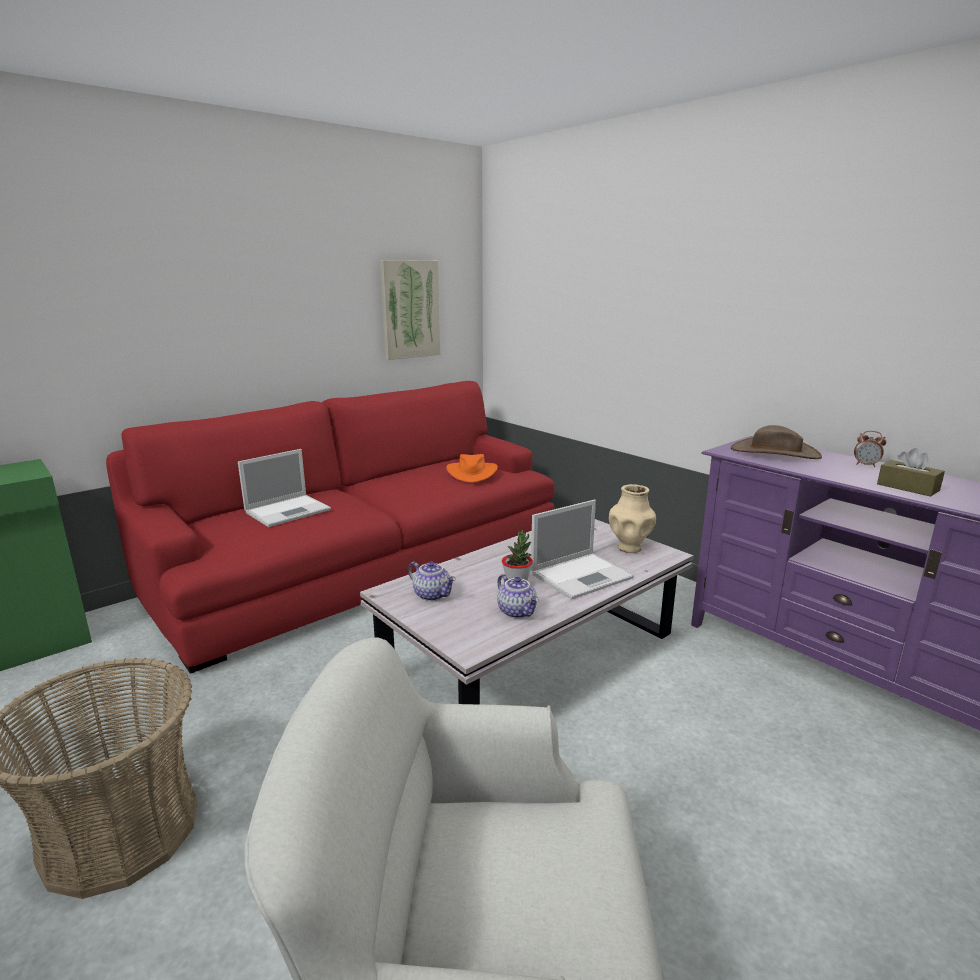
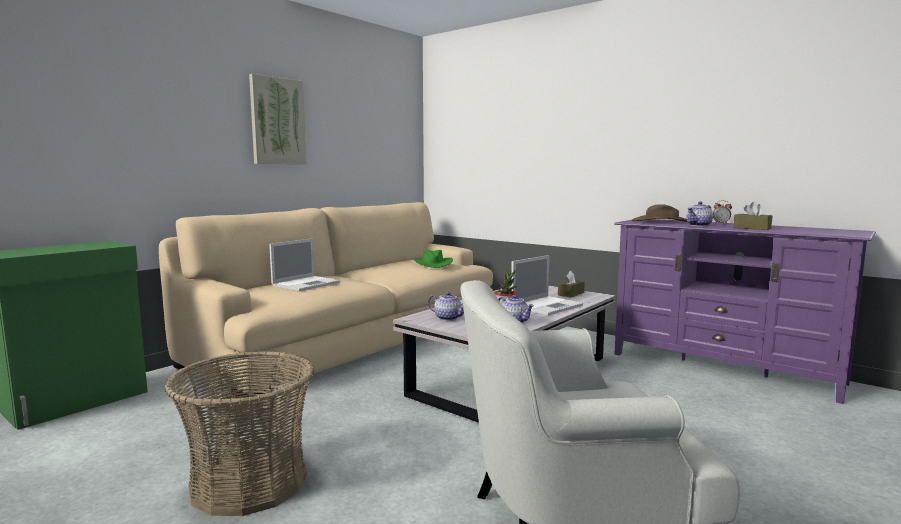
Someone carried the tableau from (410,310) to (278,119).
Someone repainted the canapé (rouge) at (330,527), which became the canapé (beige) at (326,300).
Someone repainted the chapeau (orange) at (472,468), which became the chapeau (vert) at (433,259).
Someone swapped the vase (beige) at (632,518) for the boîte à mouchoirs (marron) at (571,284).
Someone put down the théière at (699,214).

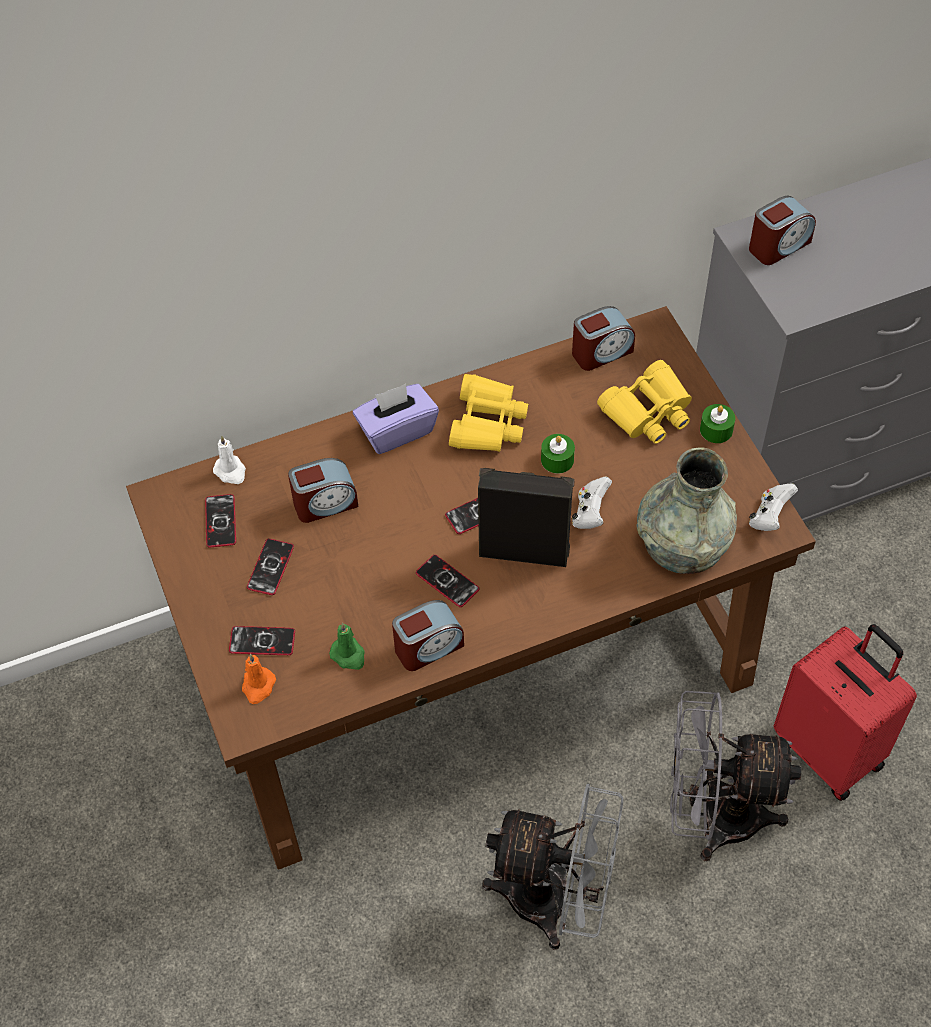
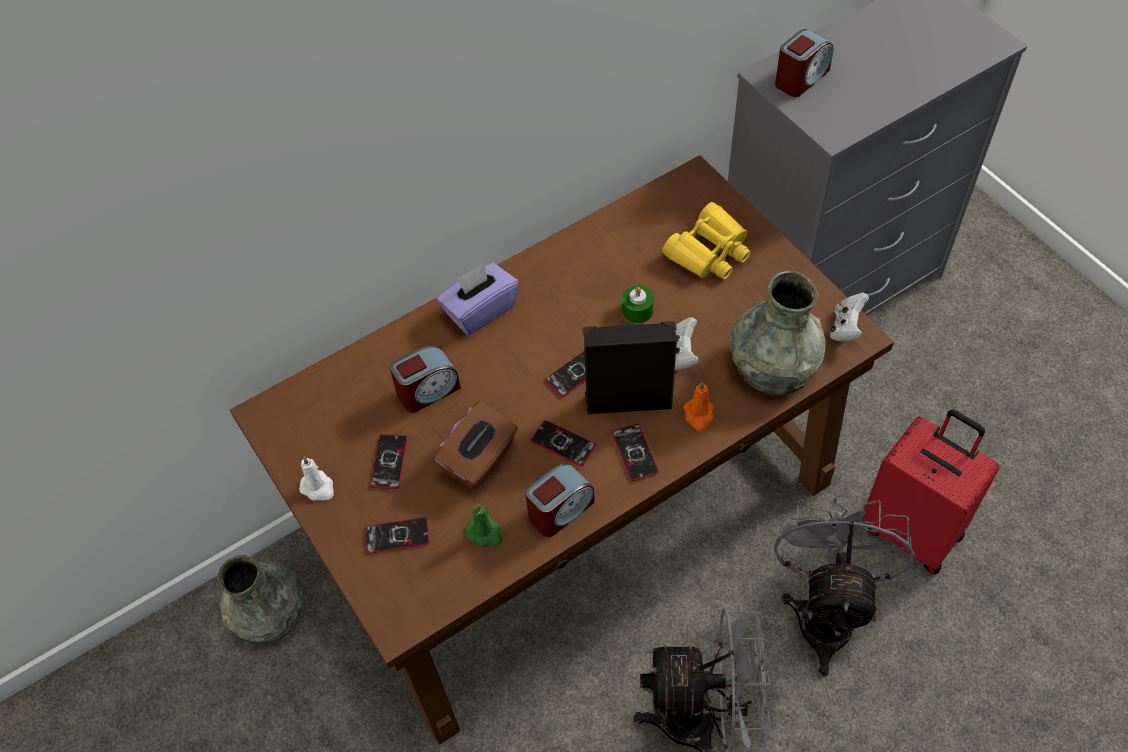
Someone took away the réveil at (603,338).
Someone took away the jumelles (jaune) at (488,413).
Someone took away the bougie (vert) at (717,423).
Someone carried the bougie (blanc) from (229,460) to (316,479).
Someone carried the téléphone from (220,521) to (635,452).
Someone carried the bougie (orange) from (259,679) to (698,406).
Someone rotated the ventilateur (gris) at (735,776) by 105 degrees clockwise.
Someone put down the boîte à mouchoirs (marron) at (475,445).
Someone put down the vase (gris) at (259,599).

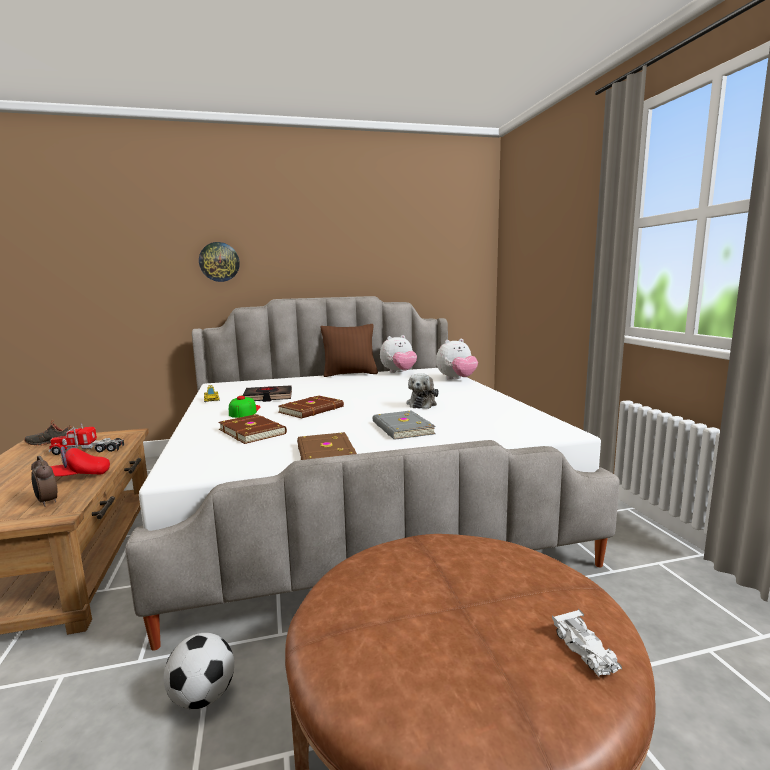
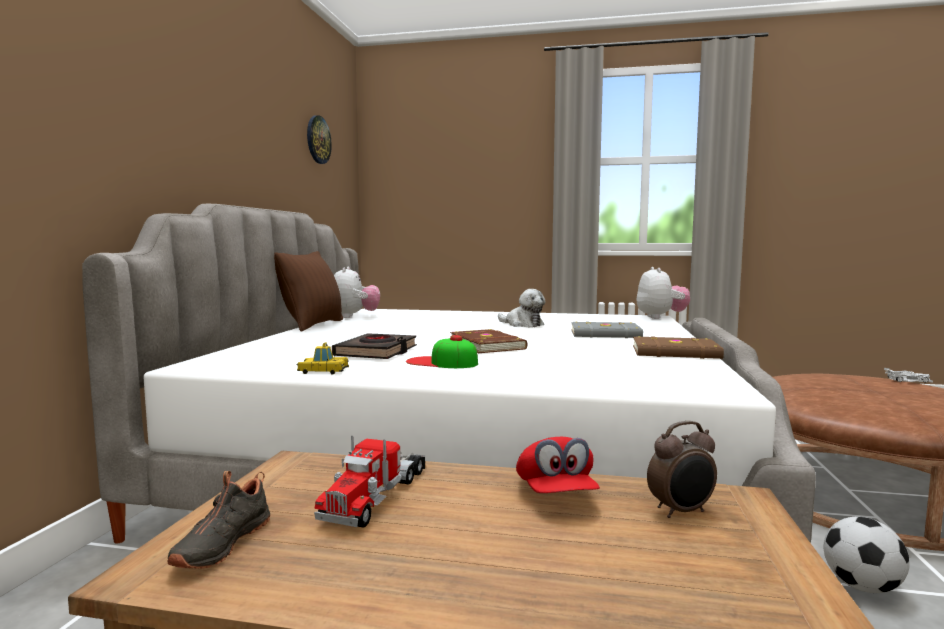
Someone carried the horloge murale from (219,262) to (319,139).
Someone carried the peluche from (457,359) to (663,293).
Someone took away the livre (marron) at (252,429).

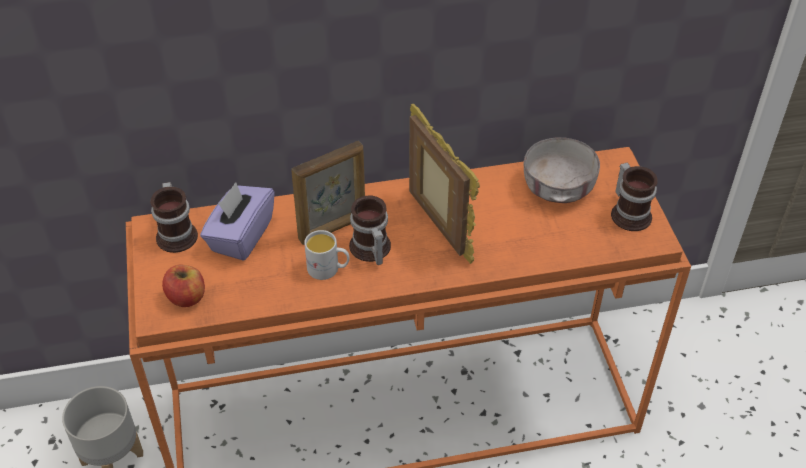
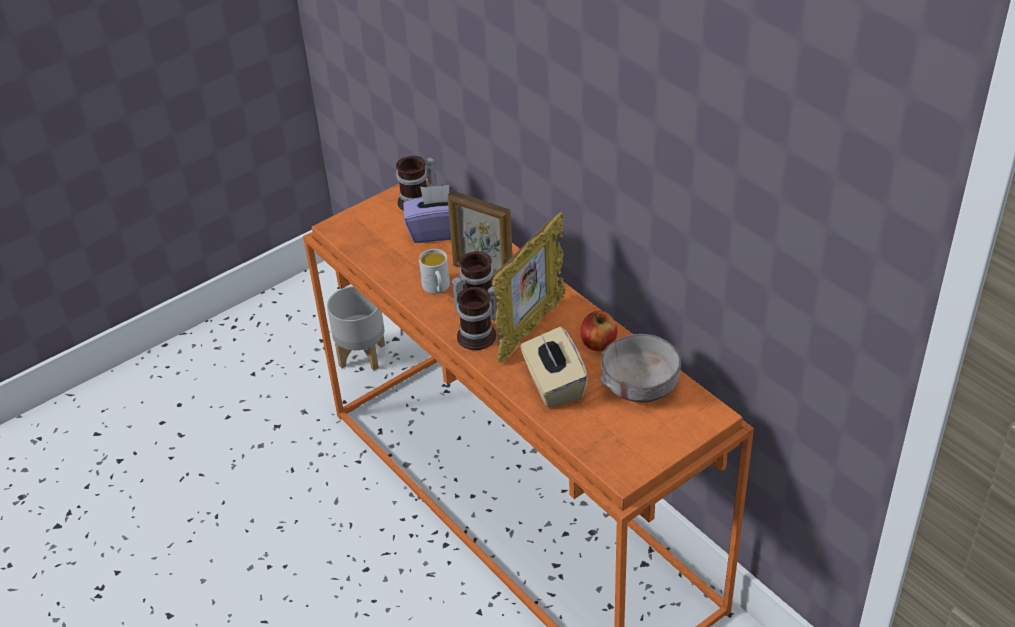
Someone carried the mug from (634,197) to (476,318).
Someone carried the pomme from (183,286) to (599,331).
Someone put down the boîte à mouchoirs (beige) at (554,367).

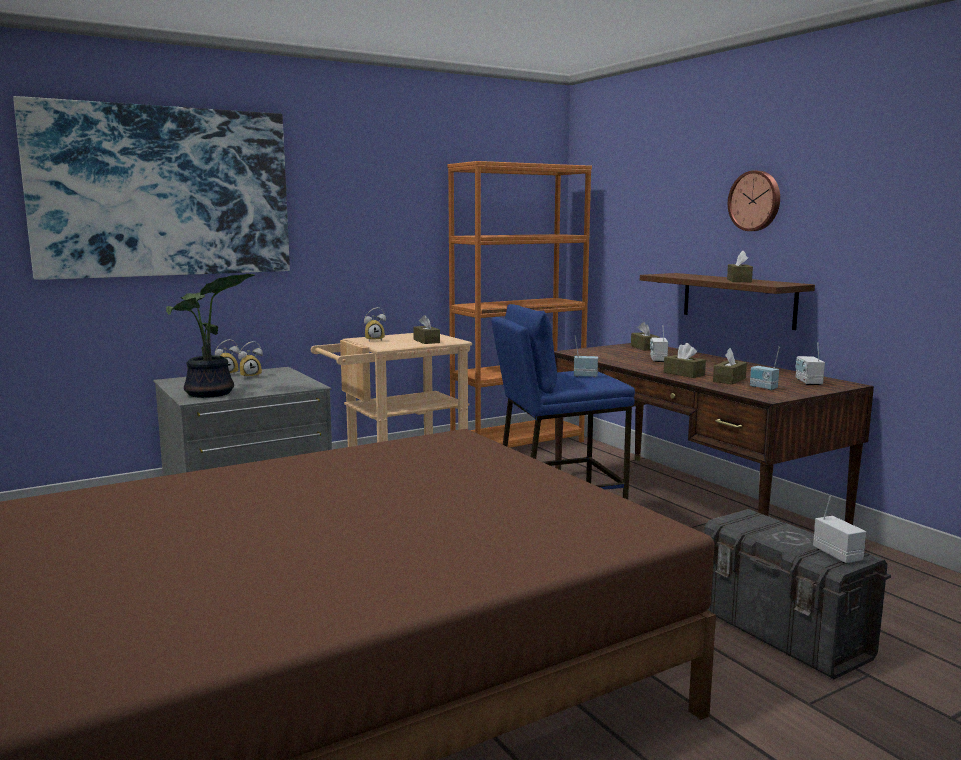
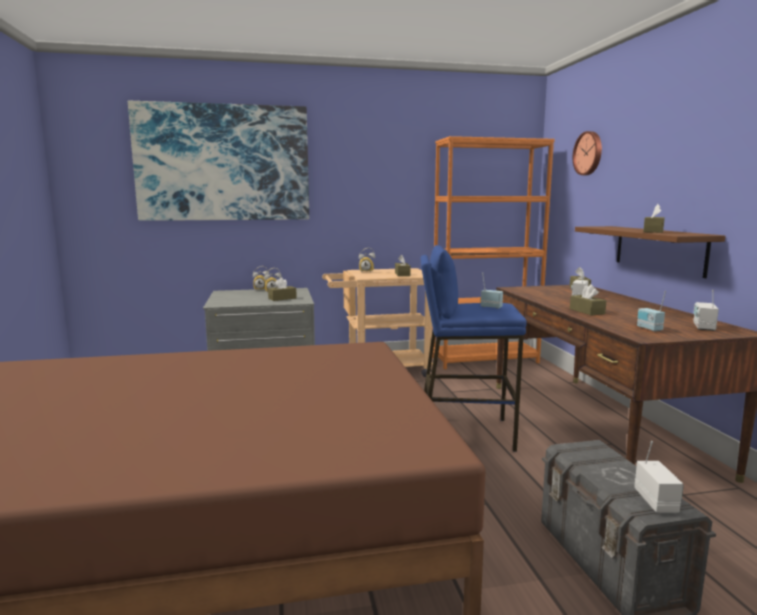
Someone carried the horloge murale from (754,201) to (587,153).
Someone took away the plante en pot at (210,336).
Someone carried the boîte à mouchoirs (marron) from (730,366) to (282,289).

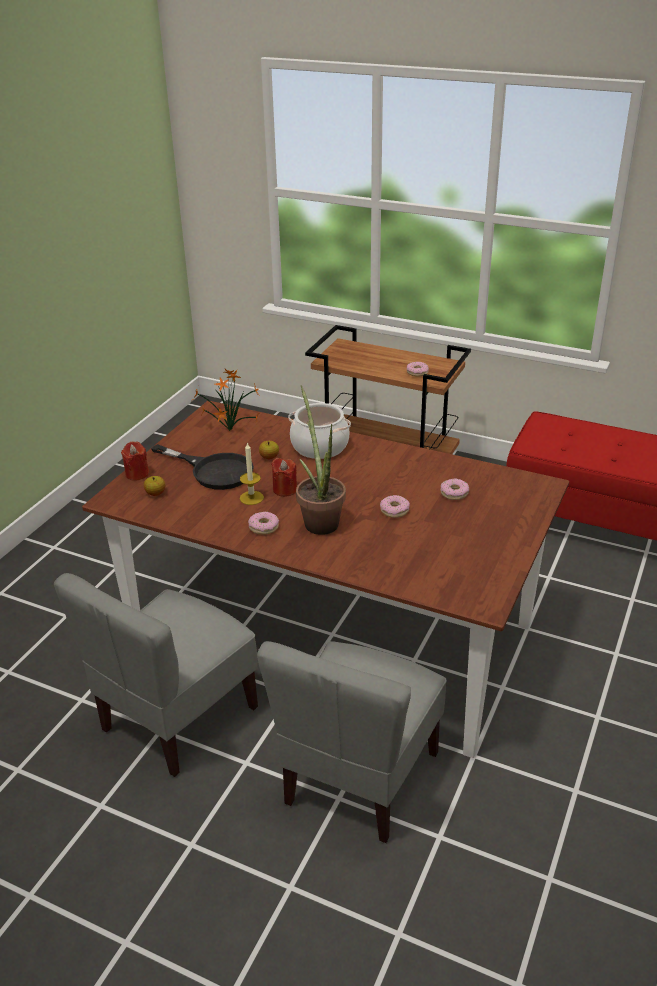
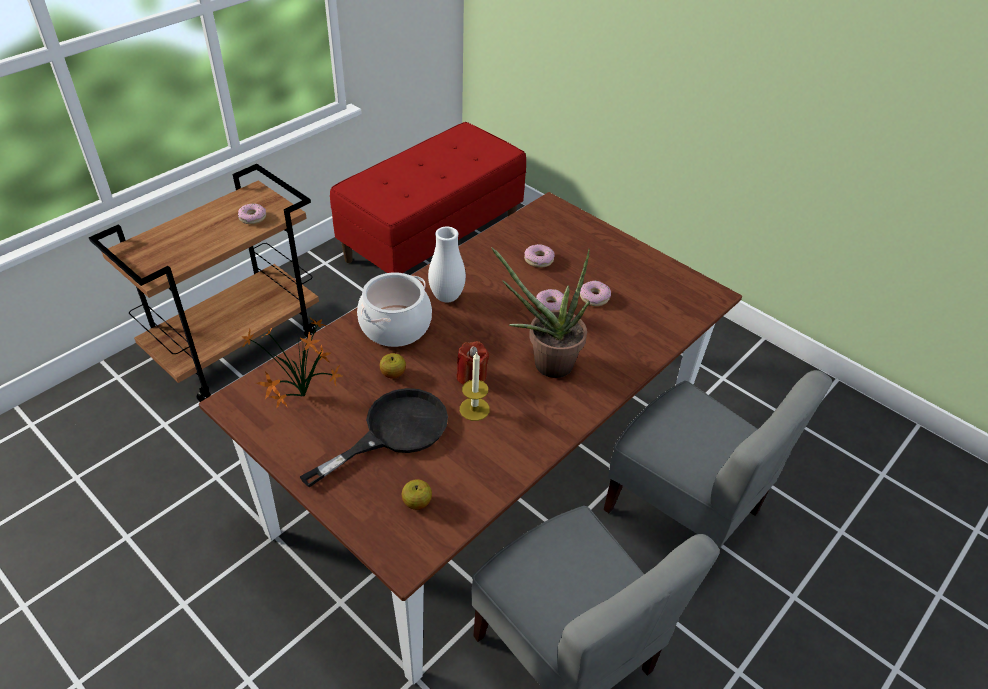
Someone took away the bougie (rouge) at (135,461).
Someone carried the beignet from (263,523) to (595,293).
Someone put down the vase (blanc) at (447,264).

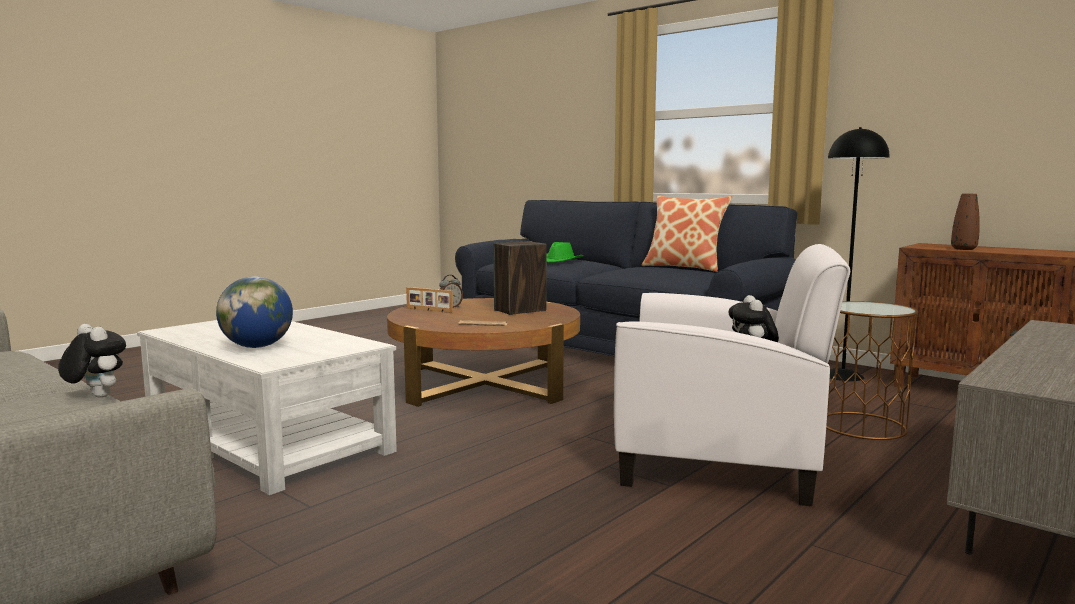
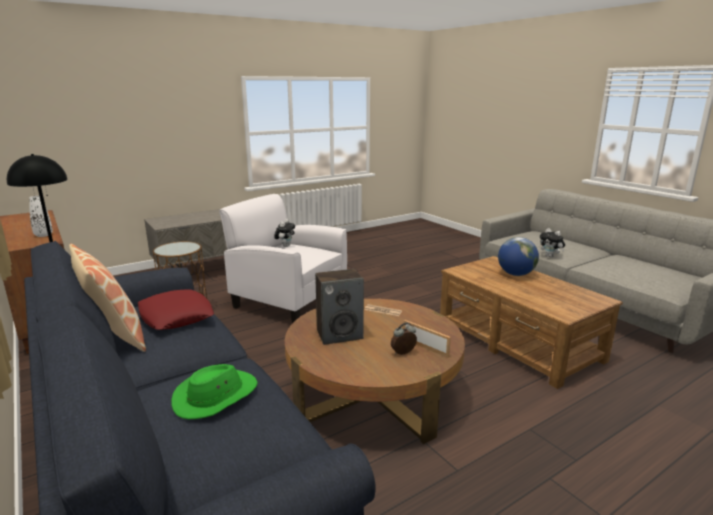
Someone repainted the vase (marron) at (965,222), which became the vase (blanc) at (41,216).
Someone repainted the table basse (blanc) at (267,407), which became the table basse (marron) at (531,322).
Someone put down the coussin (rouge) at (176,309).

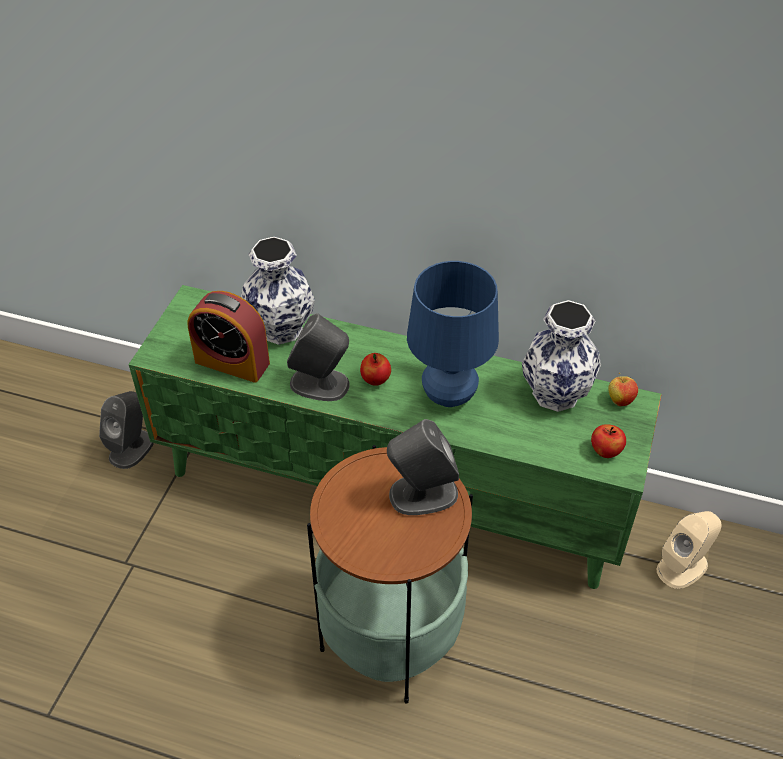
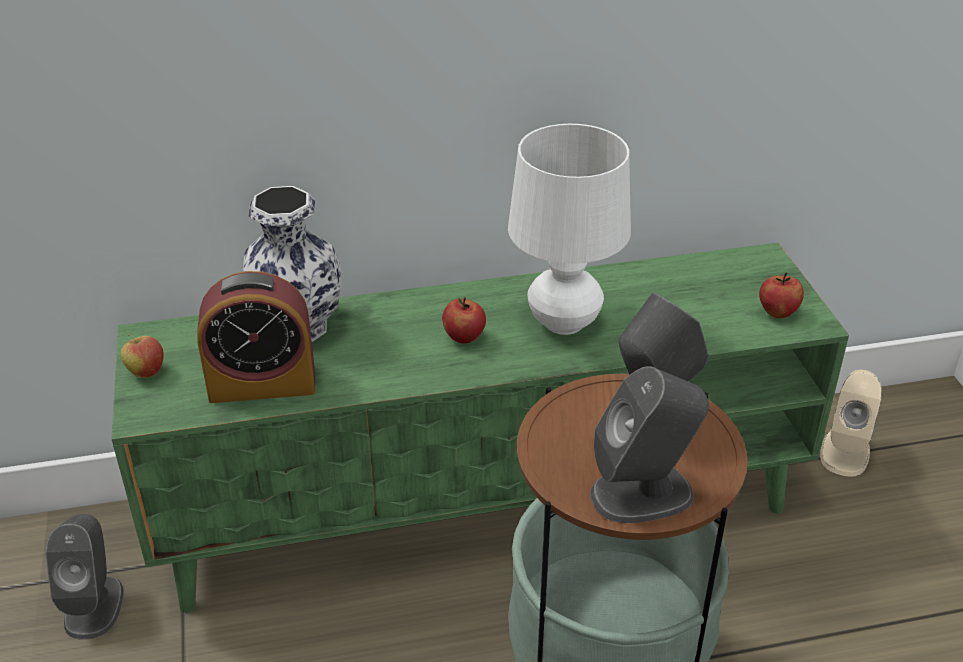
Someone repainted the lampe de table (bleu) at (453,334), which became the lampe de table (blanc) at (569,229).
Someone took away the vase at (561,356).
Someone carried the enceinte (gris) from (318,357) to (649,444).
Someone carried the pomme from (623,390) to (142,356).

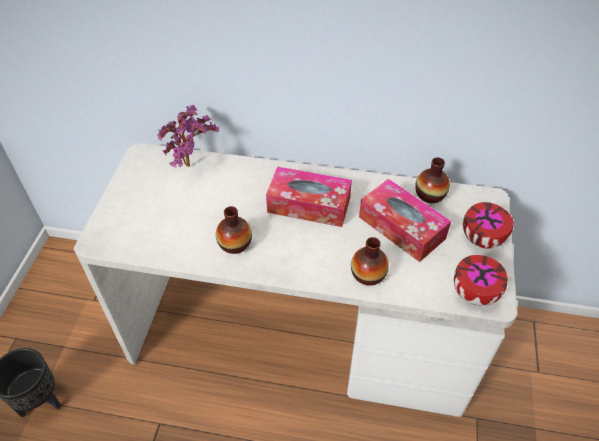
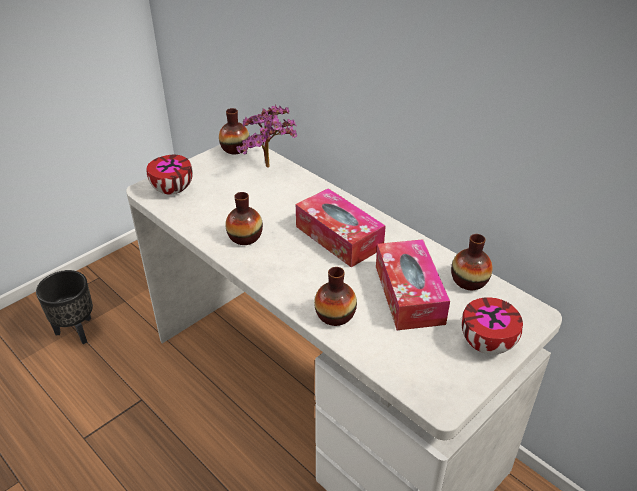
Someone carried the bol from (481,280) to (170,174).
Someone put down the vase at (234,131).

